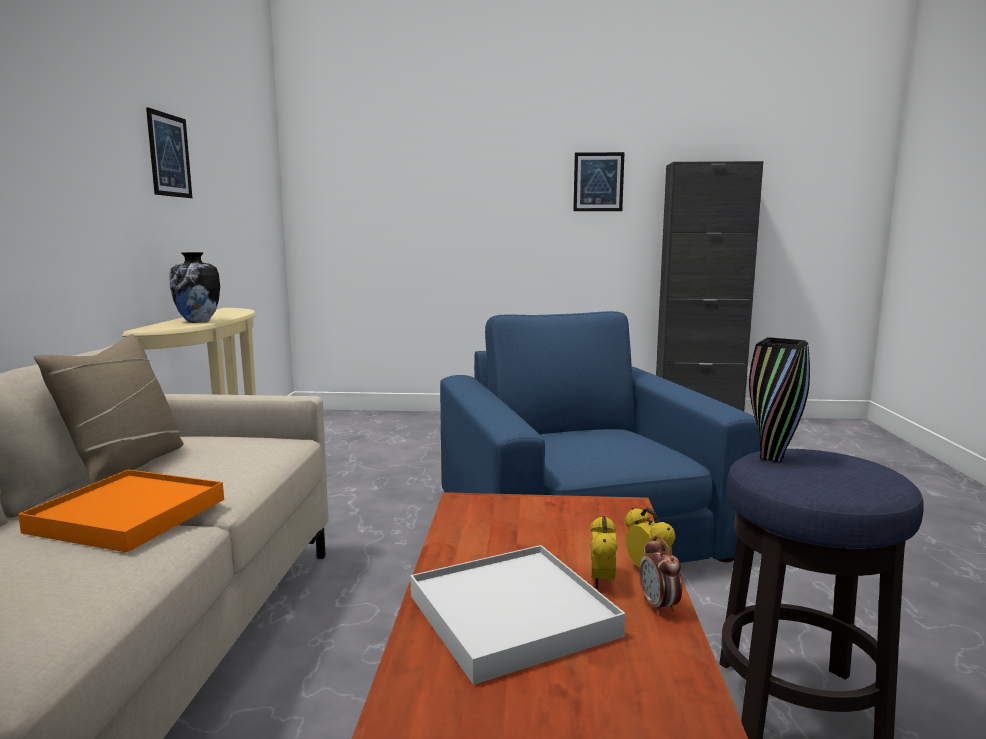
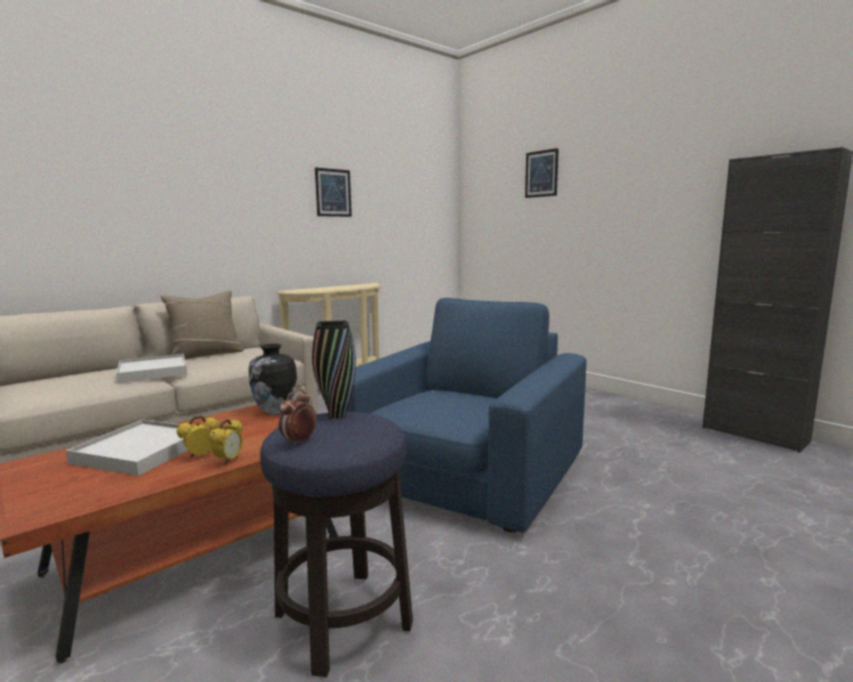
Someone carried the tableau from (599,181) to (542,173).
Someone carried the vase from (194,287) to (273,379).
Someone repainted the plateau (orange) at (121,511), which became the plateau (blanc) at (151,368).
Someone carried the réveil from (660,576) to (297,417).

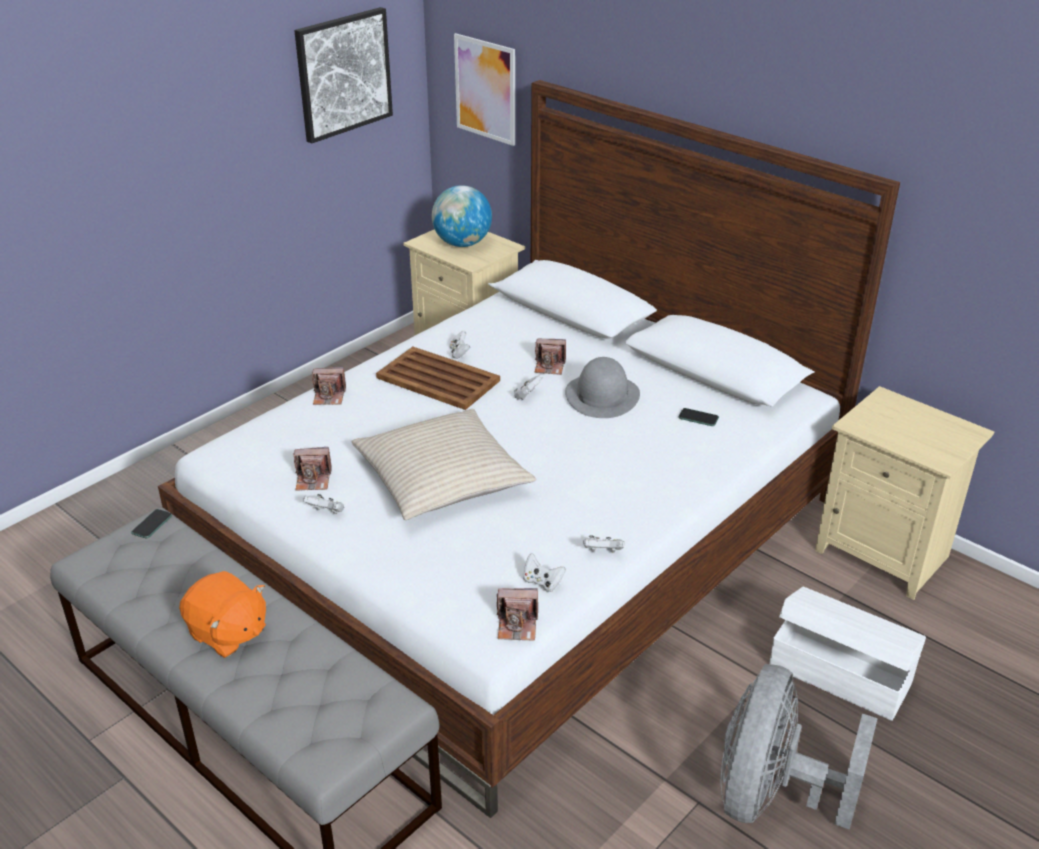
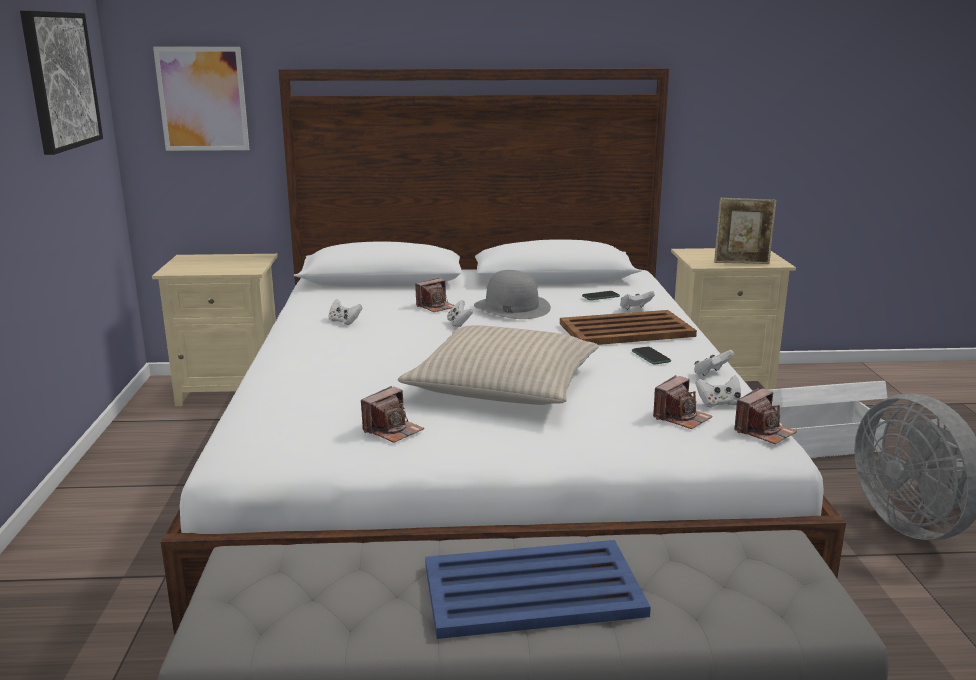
Someone took away the globe at (462,216).
Someone carried the plateau (marron) from (438,378) to (628,327).
Someone carried the appareil photo from (329,386) to (683,402).
Someone carried the manette (blanc) from (323,504) to (637,300).
Someone carried the téléphone from (151,523) to (651,356).
Someone swapped the peluche (orange) at (222,614) for the plateau (bleu) at (538,589).
Someone put down the cadre photo at (745,231).

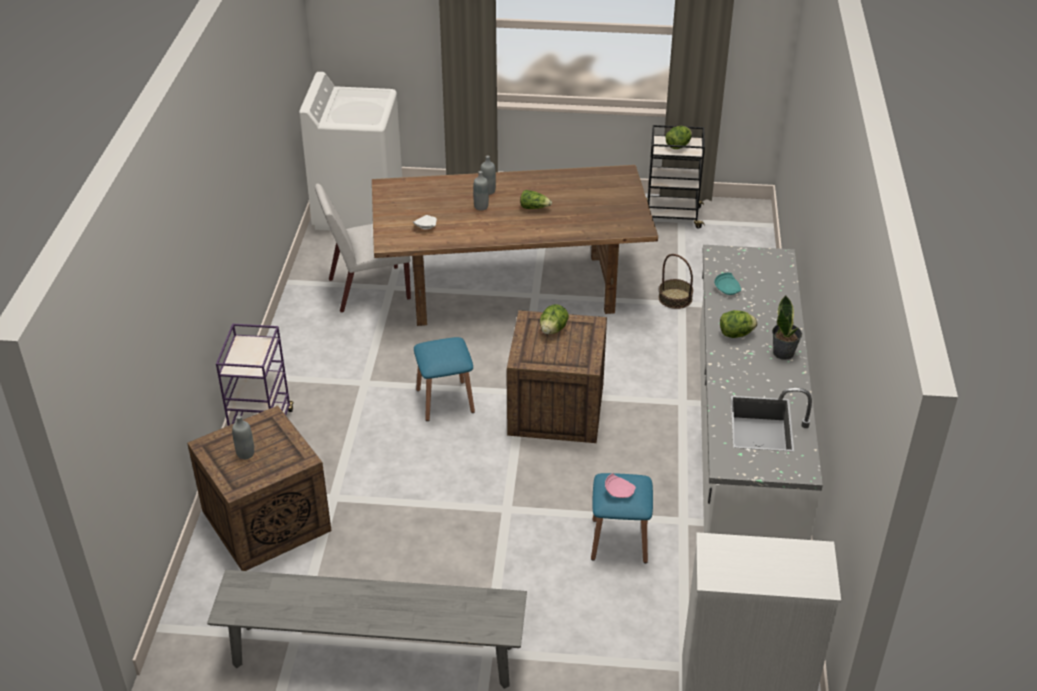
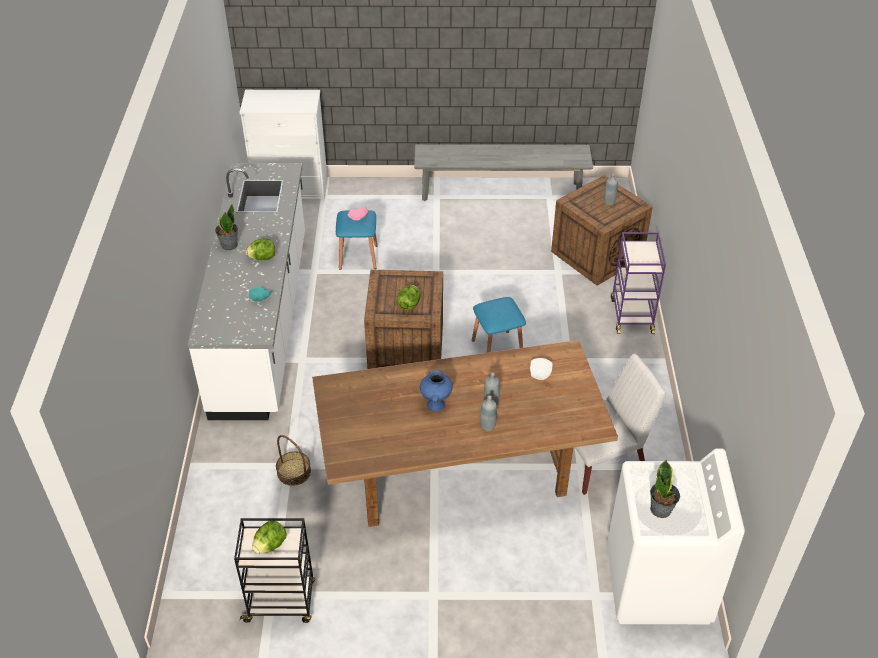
Someone swapped the laitue at (536,199) for the vase (bleu) at (436,391).
Someone put down the plante en pot at (665,489).

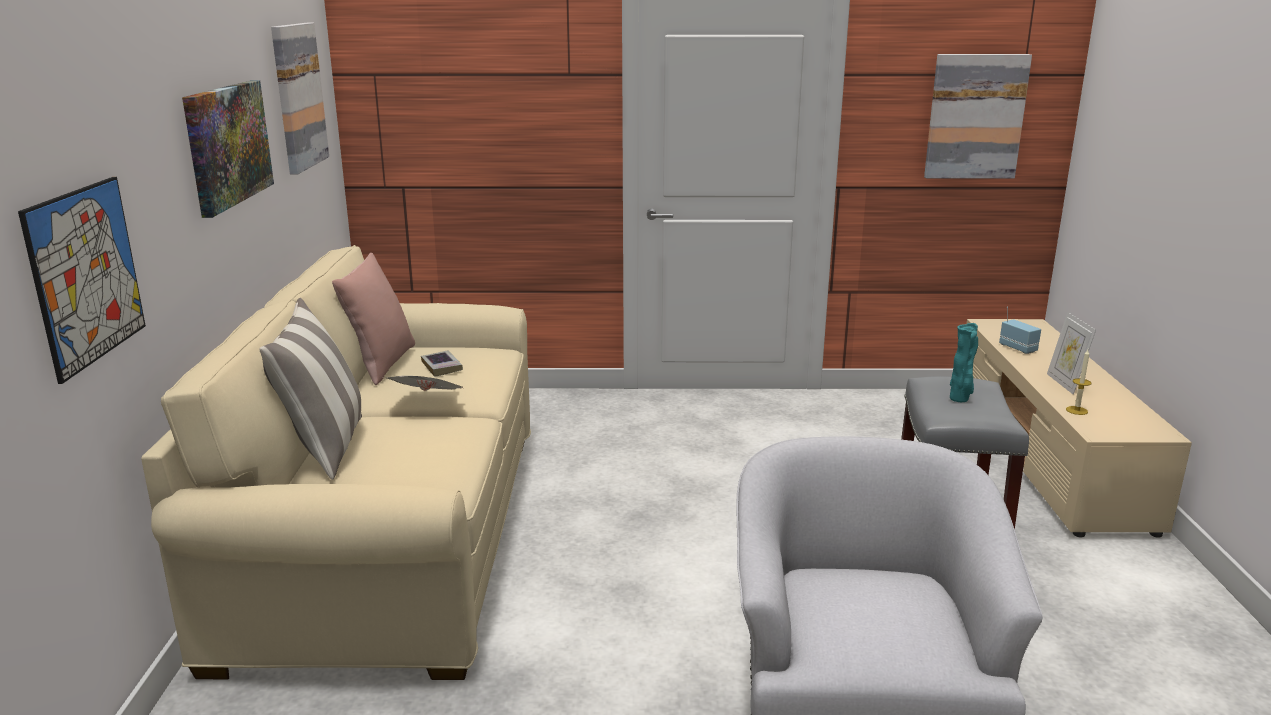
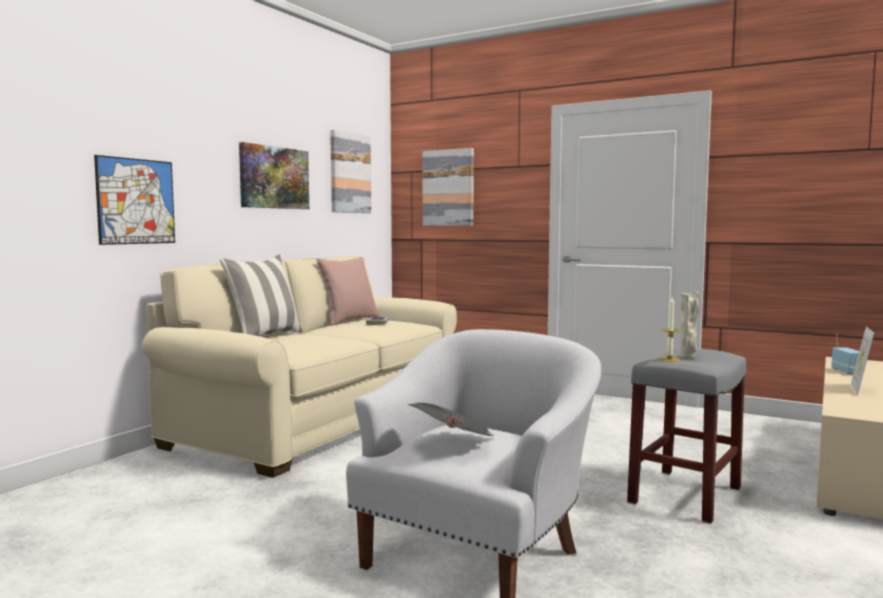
Someone carried the tableau from (978,116) to (448,187).
Someone repainted the vase (turquoise) at (964,362), which became the vase (beige) at (689,325).
Someone carried the bougie from (1079,382) to (669,329).
Someone carried the journal from (425,383) to (451,419).

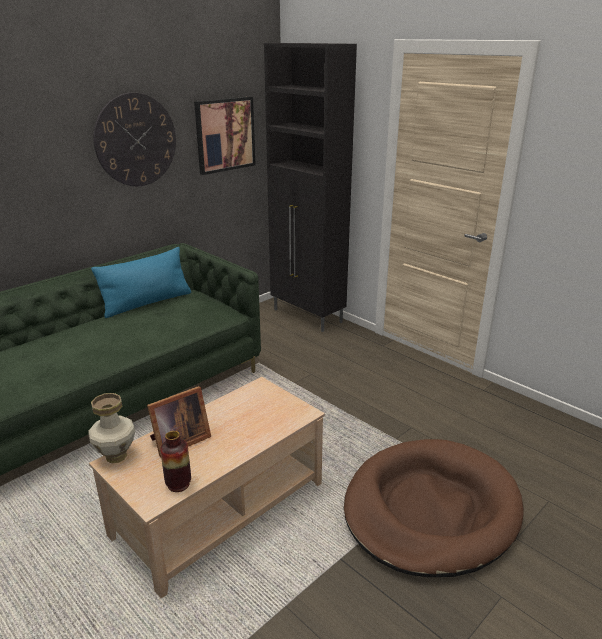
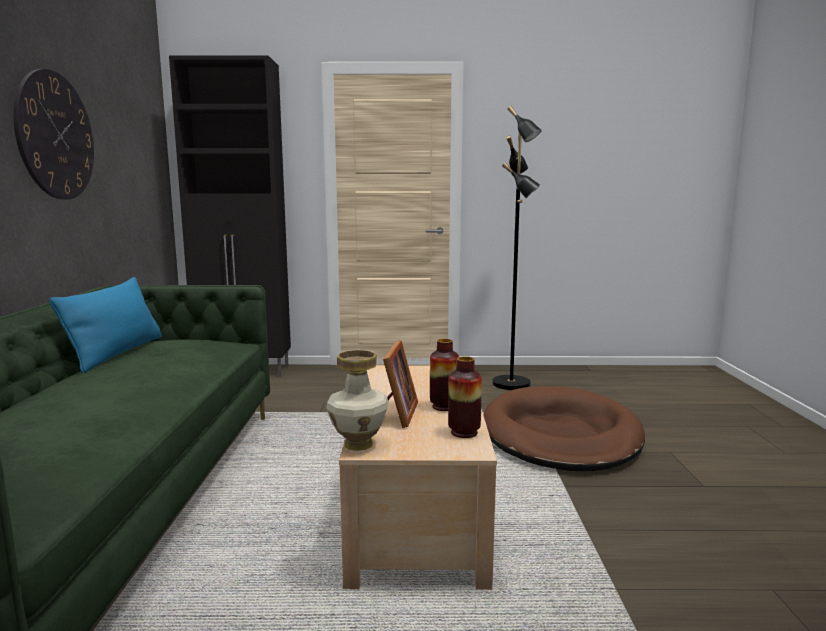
Someone took away the tableau at (224,136).
Someone put down the lampadaire (noir) at (517,248).
Someone put down the vase at (444,375).

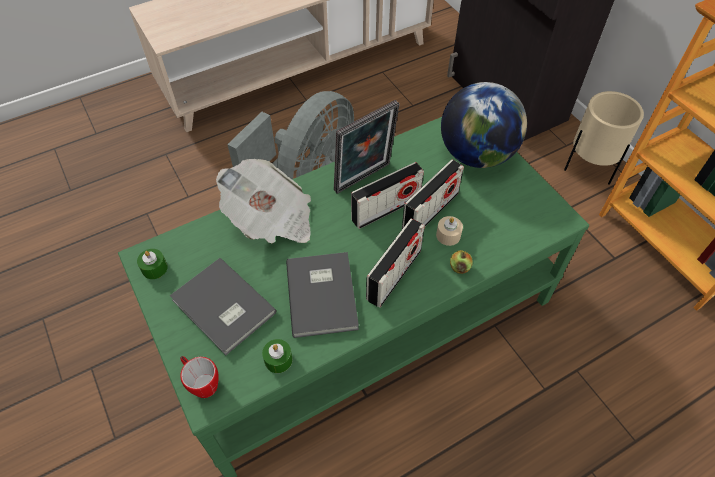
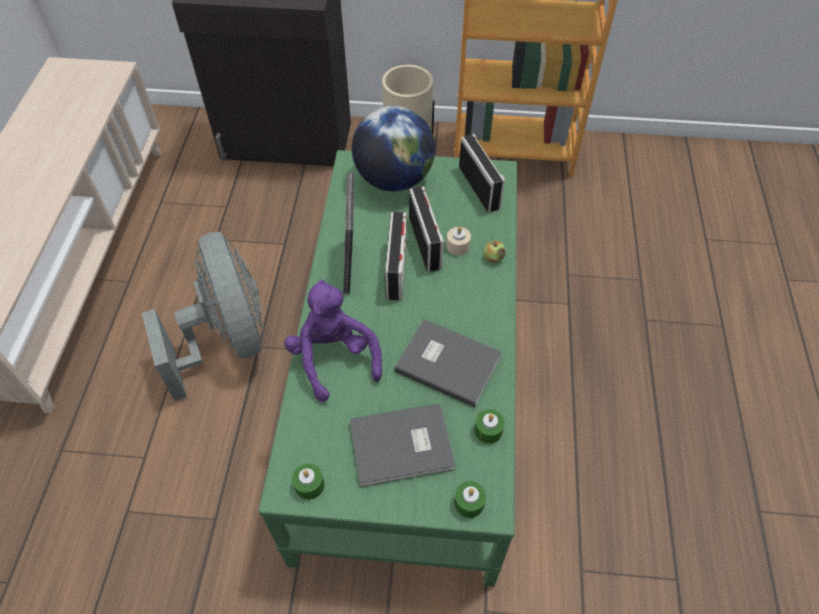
Someone swapped the journal at (263,201) for the peluche (violet) at (333,340).
Someone carried the radio from (395,263) to (482,173).
Someone swapped the mug at (199,377) for the bougie (vert) at (470,499).

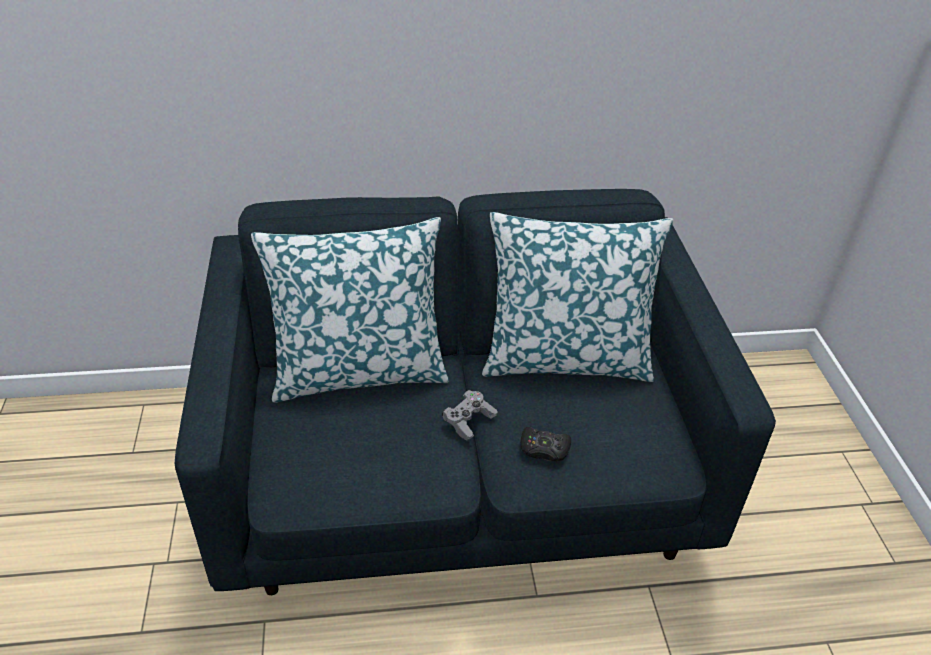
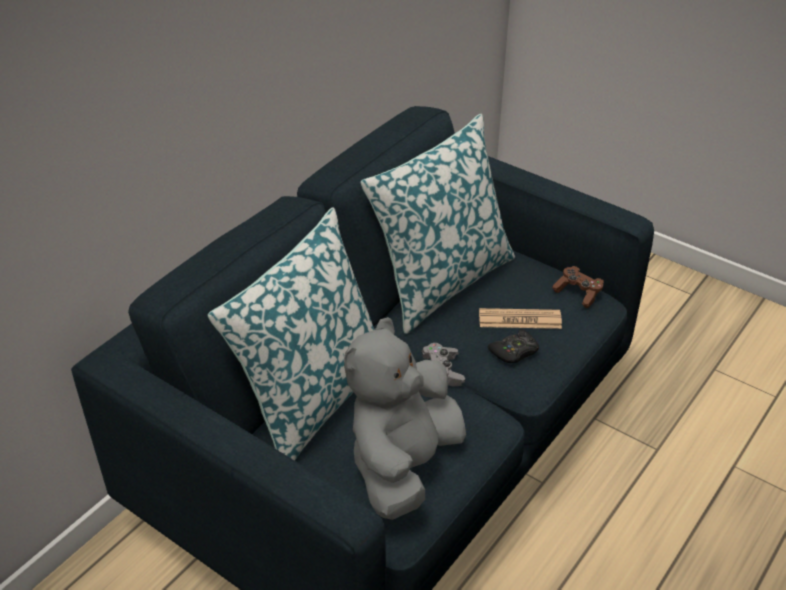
Someone put down the manette (marron) at (578,287).
Someone put down the journal at (520,318).
Someone put down the peluche (gris) at (405,418).

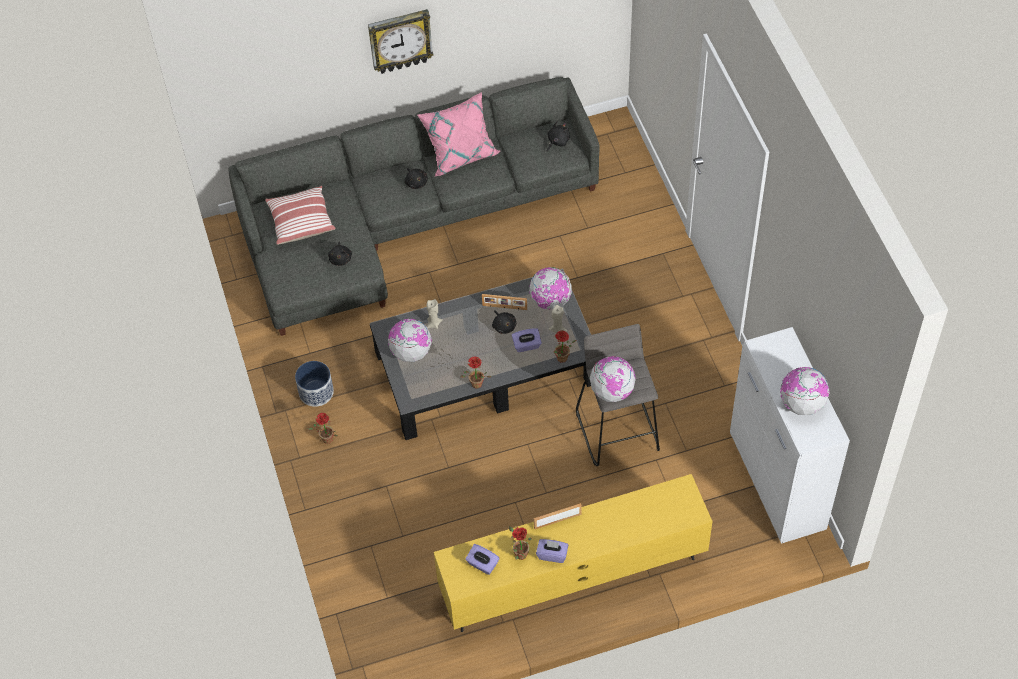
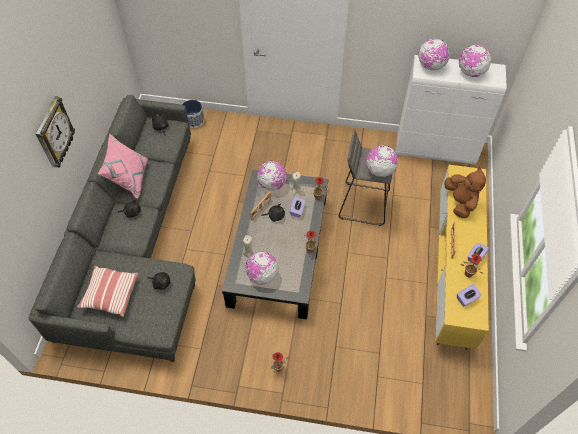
Someone carried the cache-pot from (314,384) to (193,114).
Someone put down the globe at (434,54).
Someone put down the peluche (marron) at (465,192).

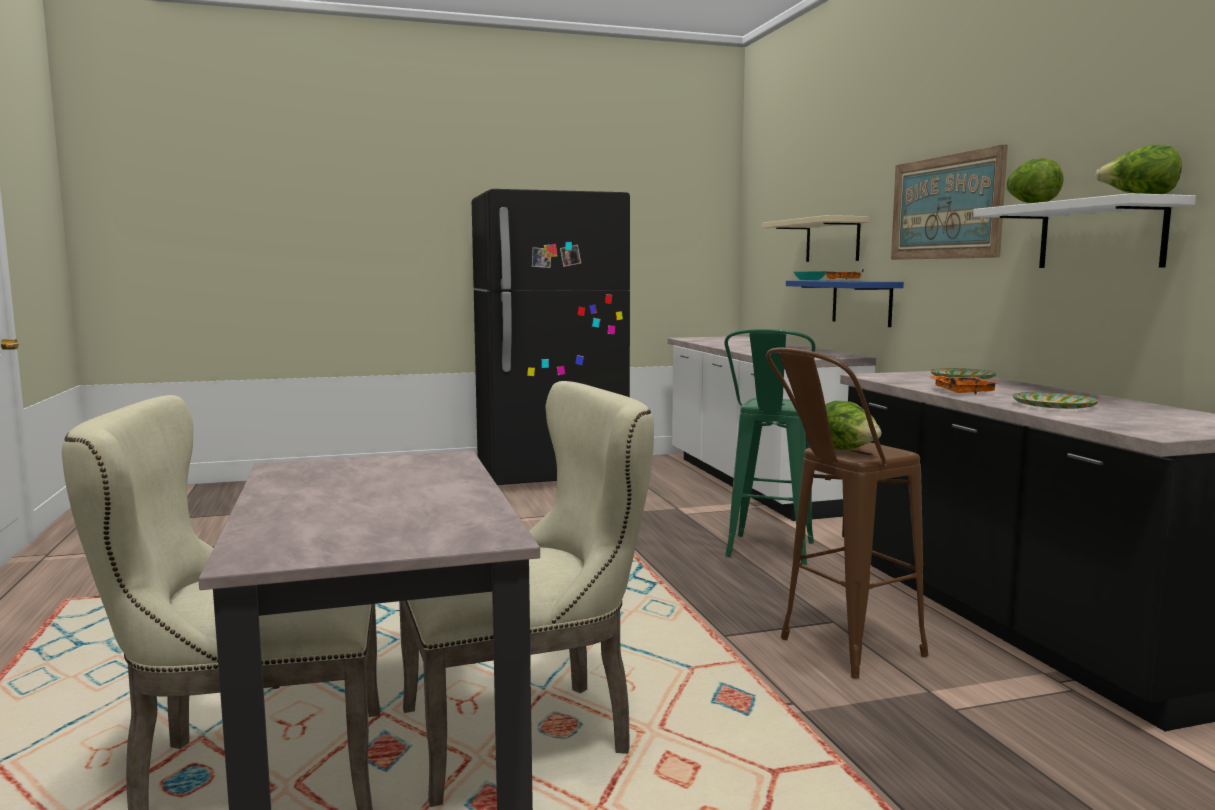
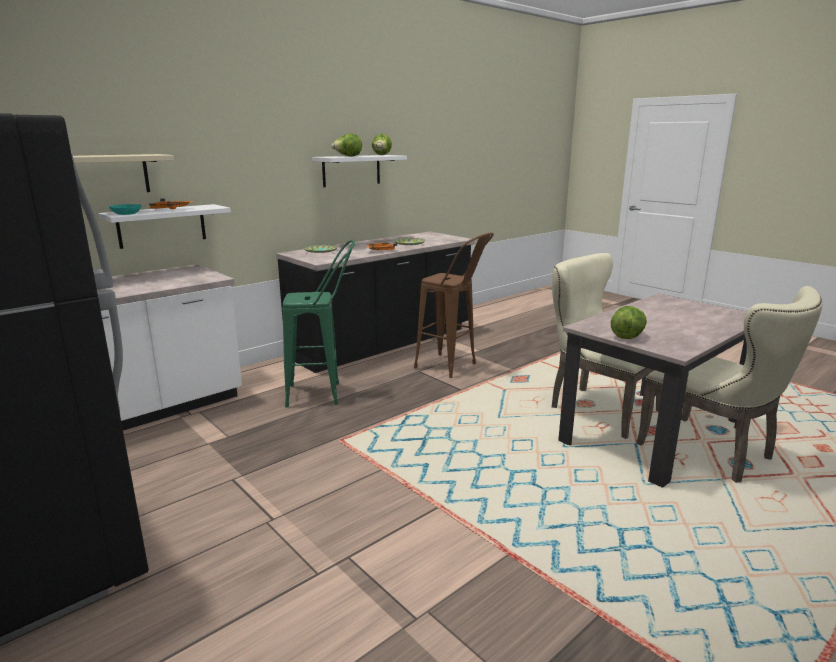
Someone took away the tableau at (949,202).
Someone repainted the étagère (bleu) at (845,303), which became the étagère (blanc) at (165,226).
Someone carried the laitue from (853,425) to (629,322).

